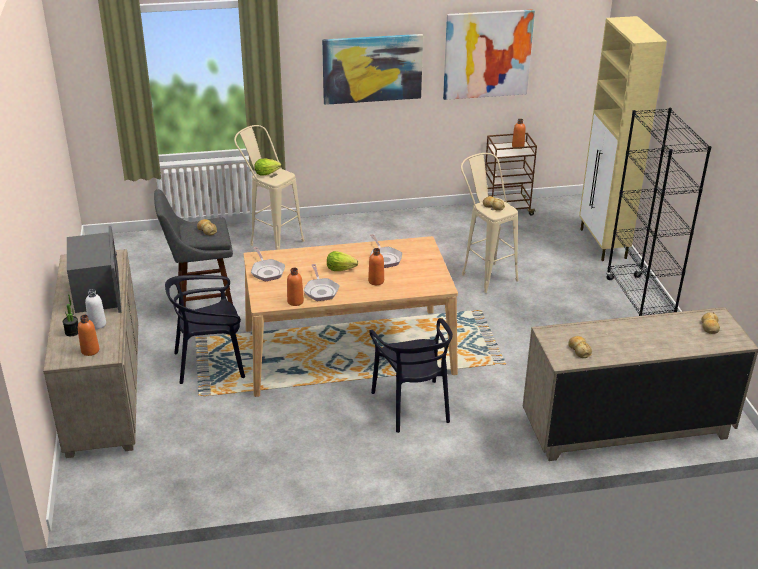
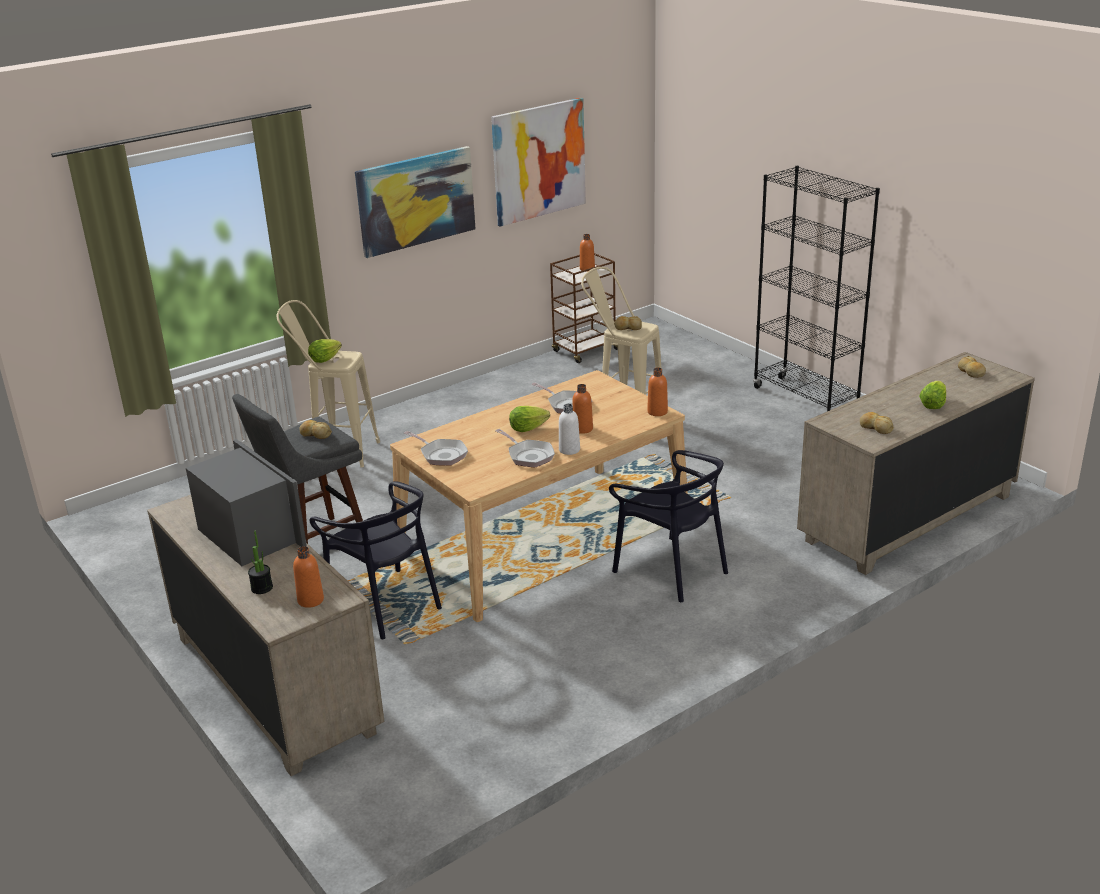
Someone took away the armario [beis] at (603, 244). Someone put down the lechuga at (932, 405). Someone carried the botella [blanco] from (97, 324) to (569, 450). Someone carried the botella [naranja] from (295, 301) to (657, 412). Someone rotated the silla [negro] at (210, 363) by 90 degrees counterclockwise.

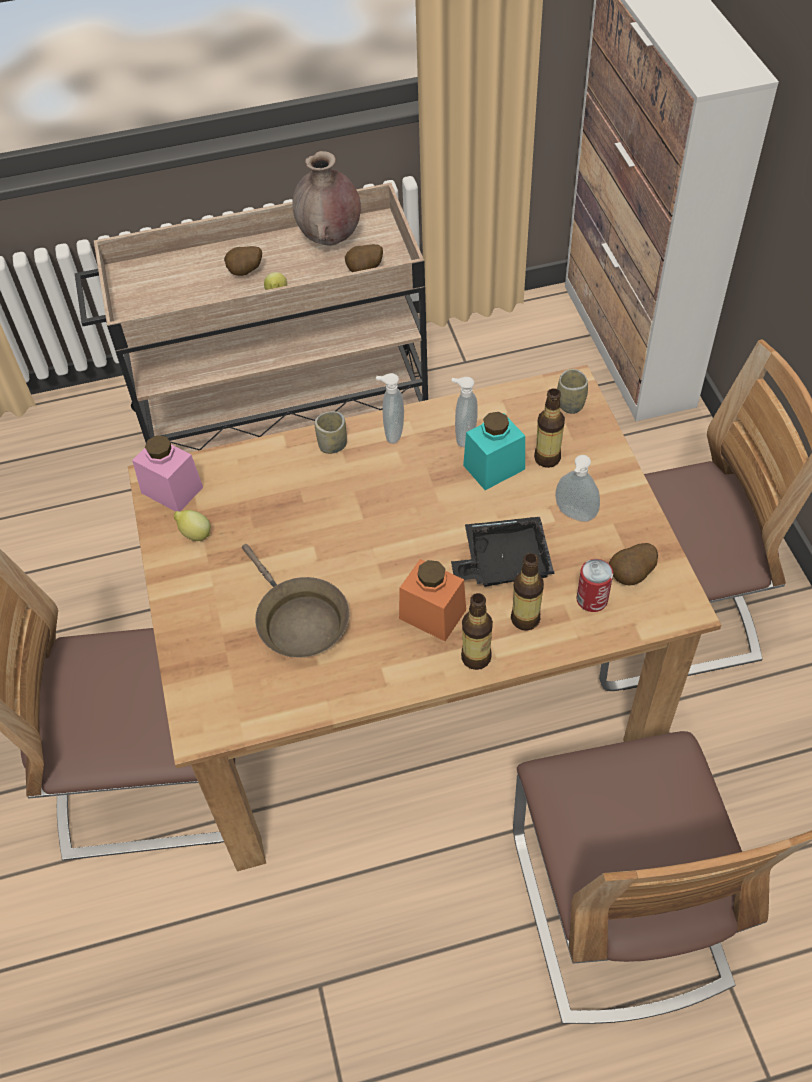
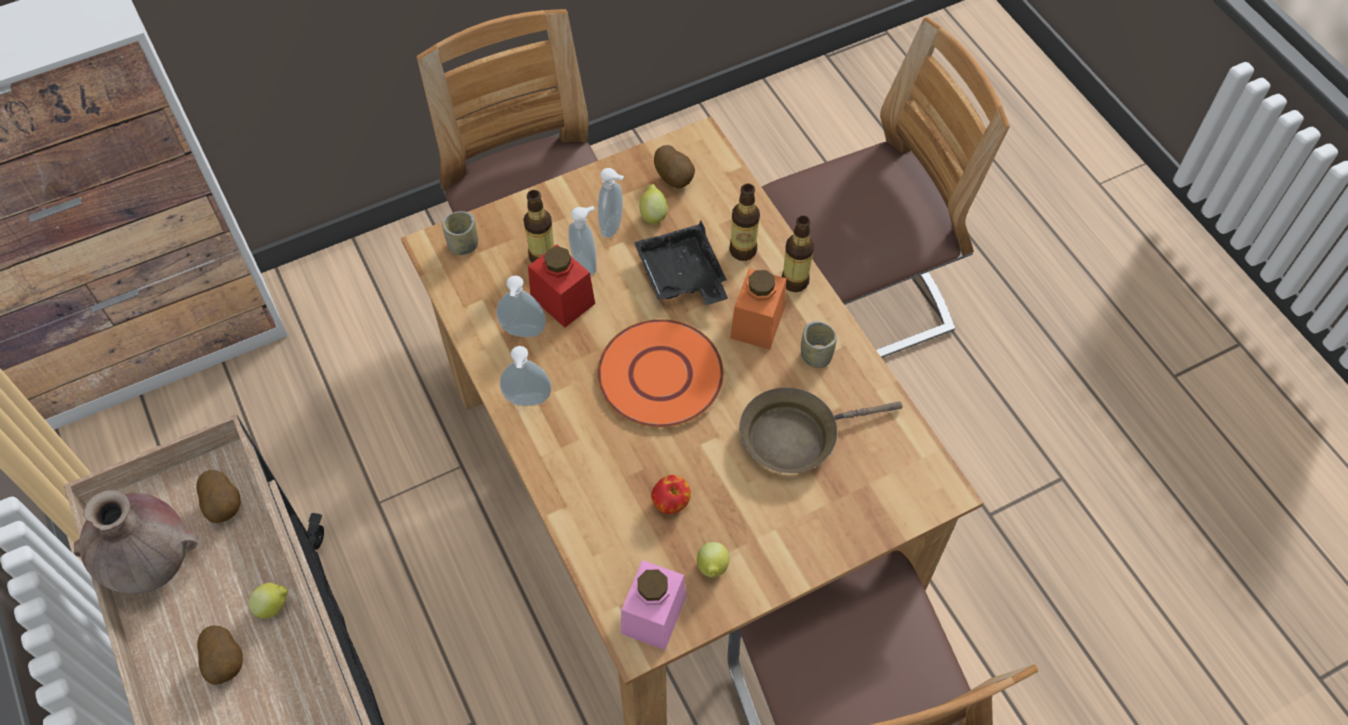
Someone took away the lata at (592, 599). Someone put down the dispensador de jabón at (586, 264). Someone put down the plato [naranja] at (659, 375). Someone put down the limón at (653, 214). Someone put down the manzana at (671, 503). Someone carried the taza from (332, 445) to (816, 356). Someone repainted the tarro [turquesa] at (494, 467), which became the tarro [rojo] at (562, 300). Someone rotated the sartén [marrón] at (298, 620) by 150 degrees counterclockwise.

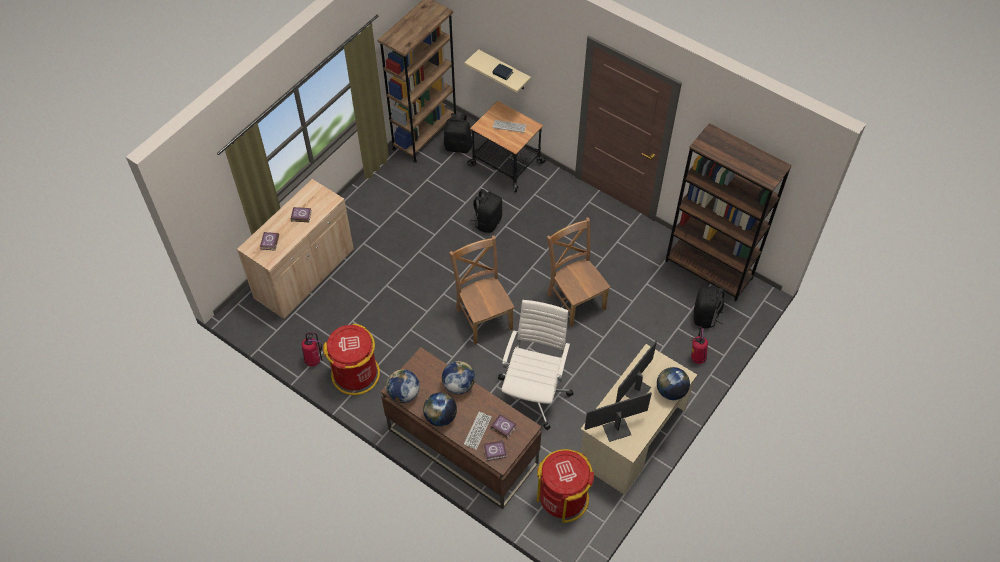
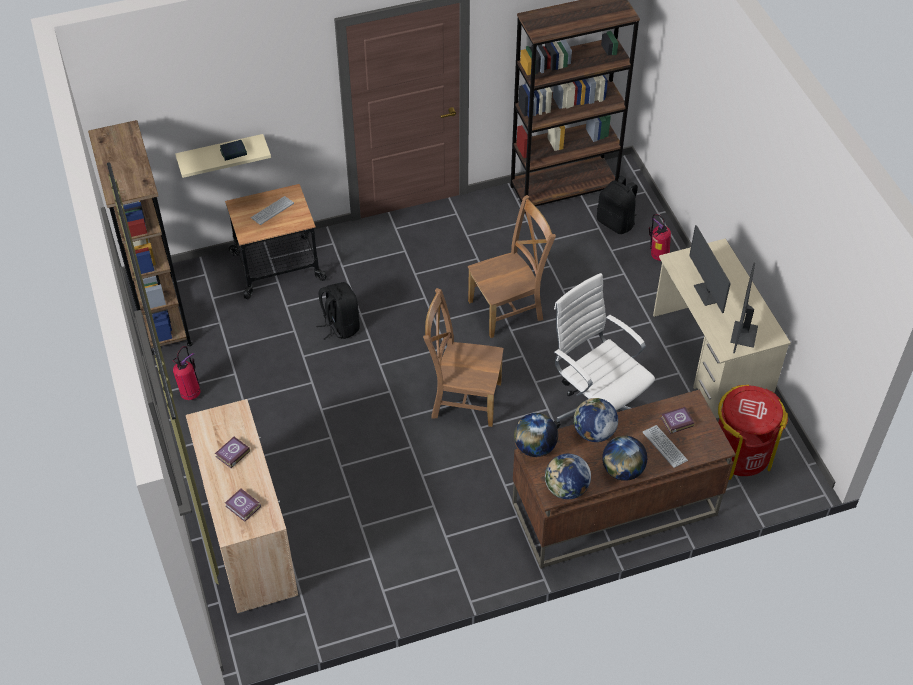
Someone took away the papelera [rojo] at (356, 374). Someone took away the mochila [negro] at (458, 146). Someone took away the libro at (495, 451). Someone carried the extintor from (314, 360) to (190, 393). Someone carried the globo terráqueo from (671, 391) to (535, 447). Someone rotated the silla [marrón] at (575, 299) by 150 degrees clockwise.

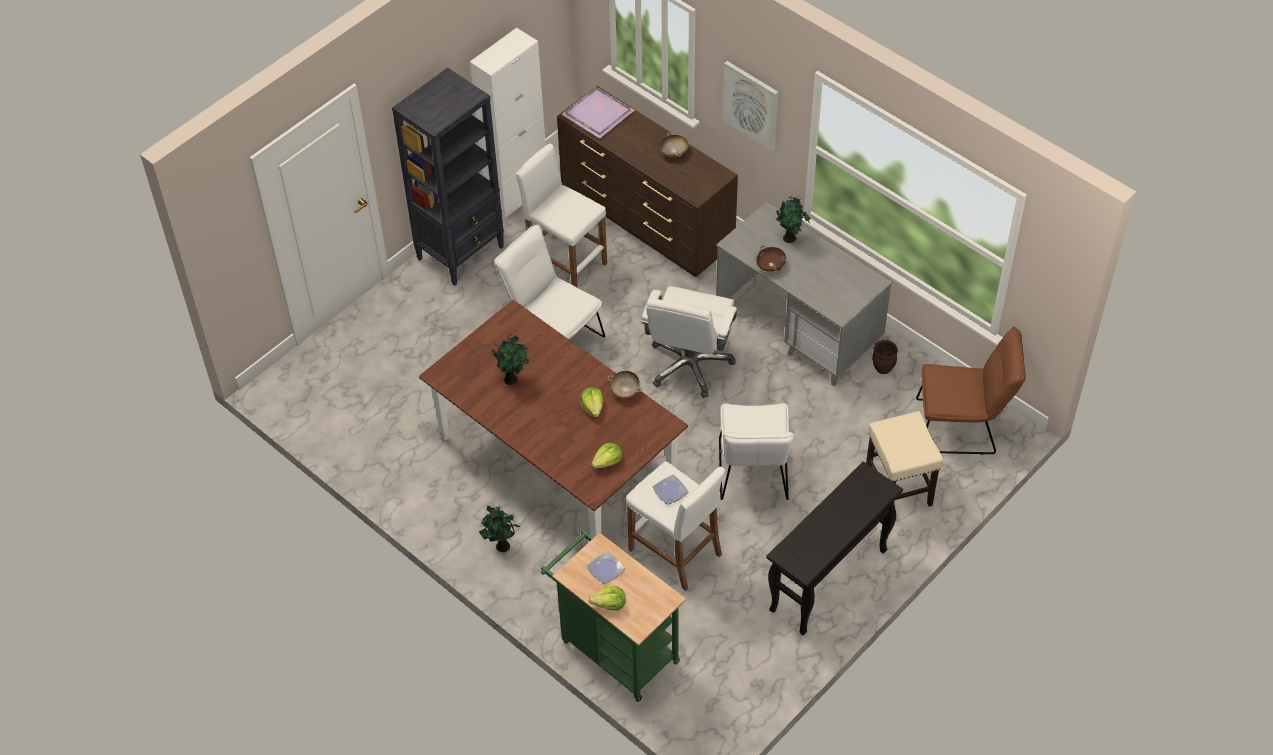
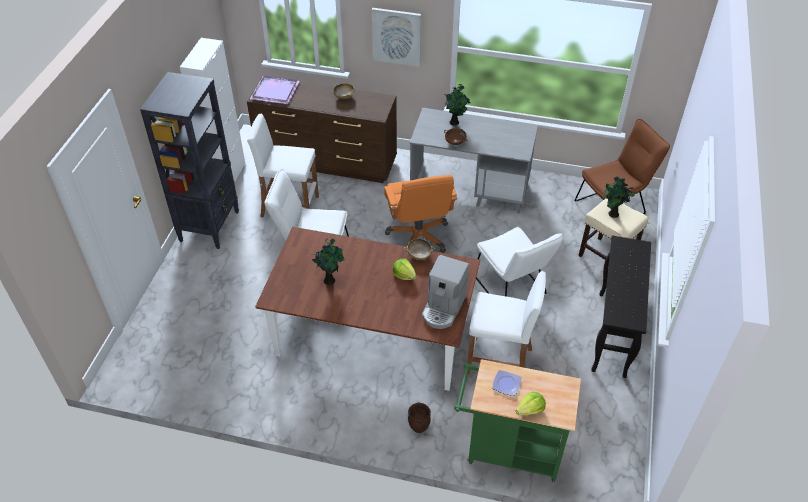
Someone took away the plato at (669, 491). Someone carried the planta en maceta from (501, 546) to (613, 214). Someone carried the maceta [marrón] from (883, 368) to (419, 427). Someone swapped the lechuga at (607, 462) for the cafetera at (443, 308). Someone repainted the silla de oficina [blanco] at (690, 365), which became the silla de oficina [naranja] at (419, 236).

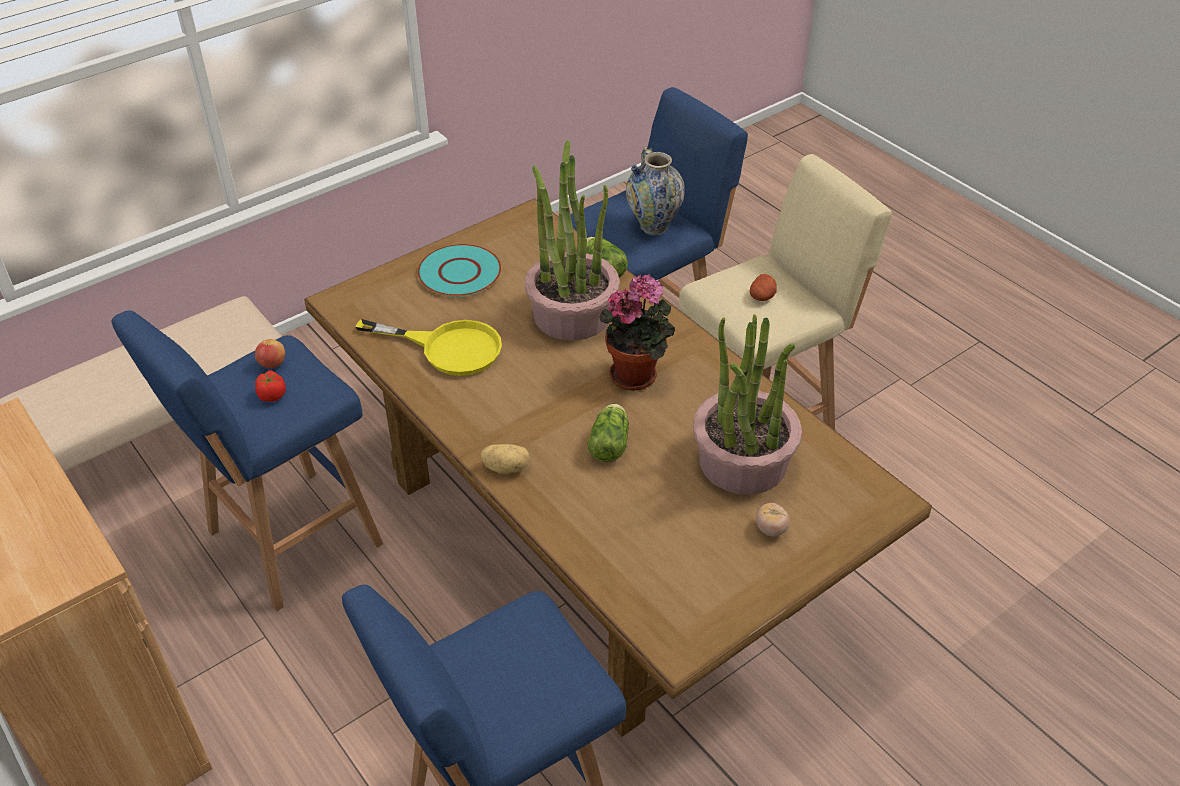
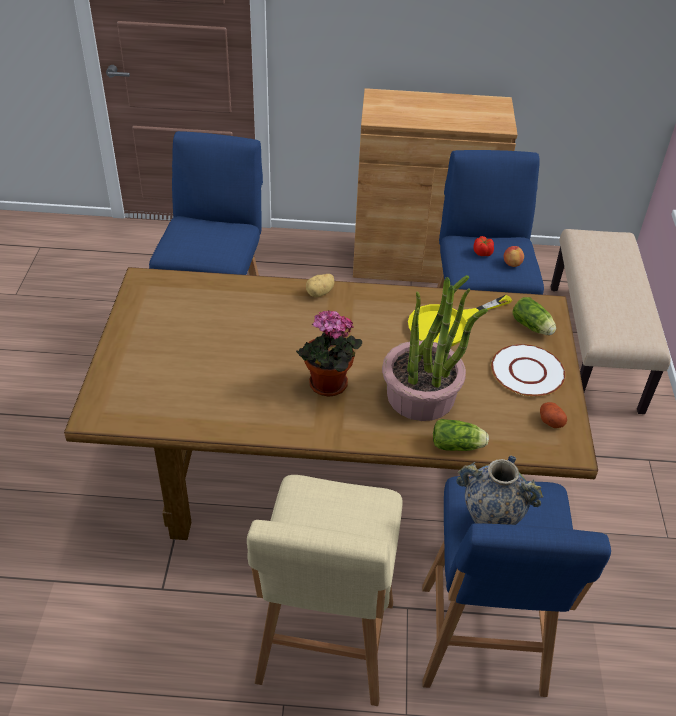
Someone took away the planta en maceta at (742, 462). Someone took away the tomate at (771, 529). Someone carried the lechuga from (610, 442) to (533, 327). Someone carried the patata from (762, 296) to (550, 421). Someone repainted the plato [turquesa] at (459, 273), which became the plato [blanco] at (527, 371).

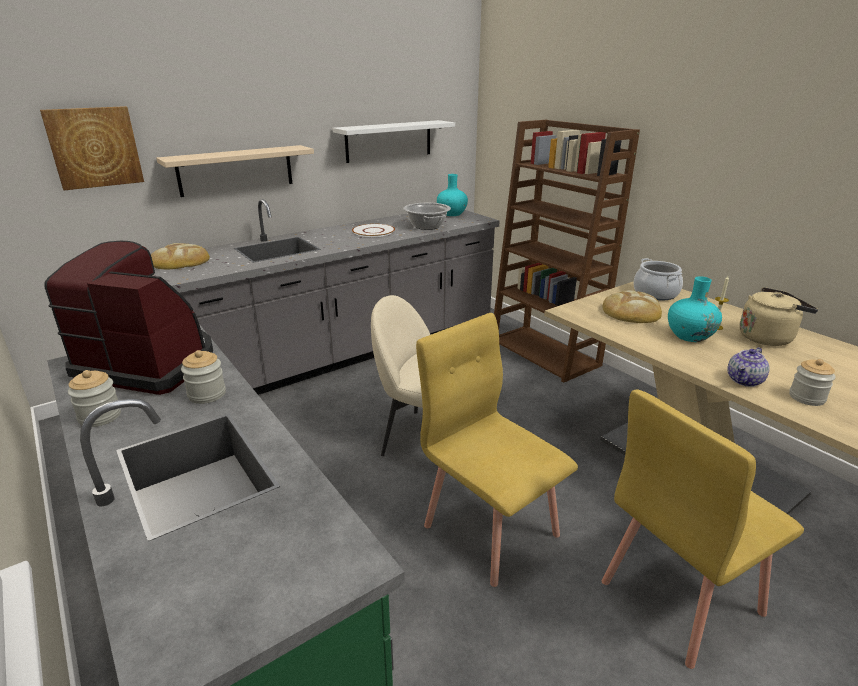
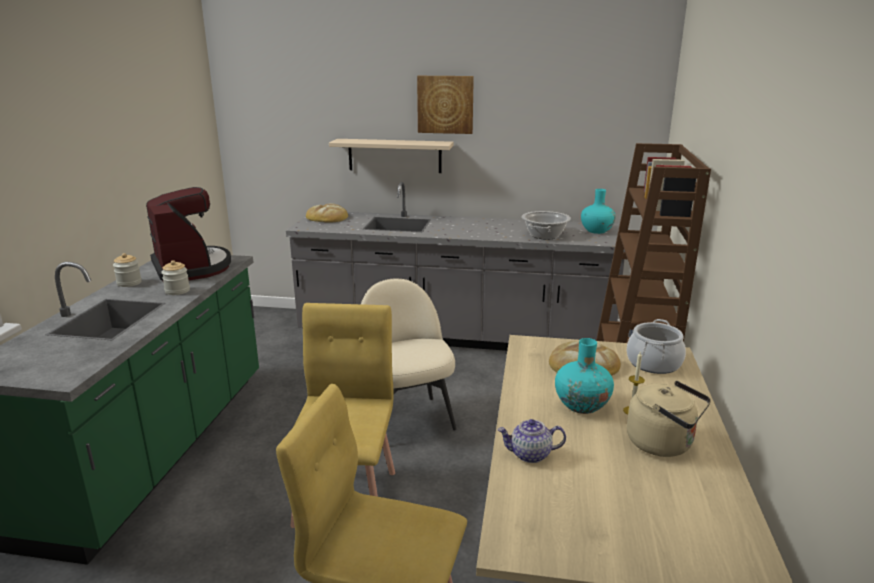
Someone took away the estante [blanco] at (389, 141). Someone took away the plato [blanco] at (373, 231). Someone took away the tarro at (806, 397). Someone carried the cuadro from (94, 147) to (445, 104).

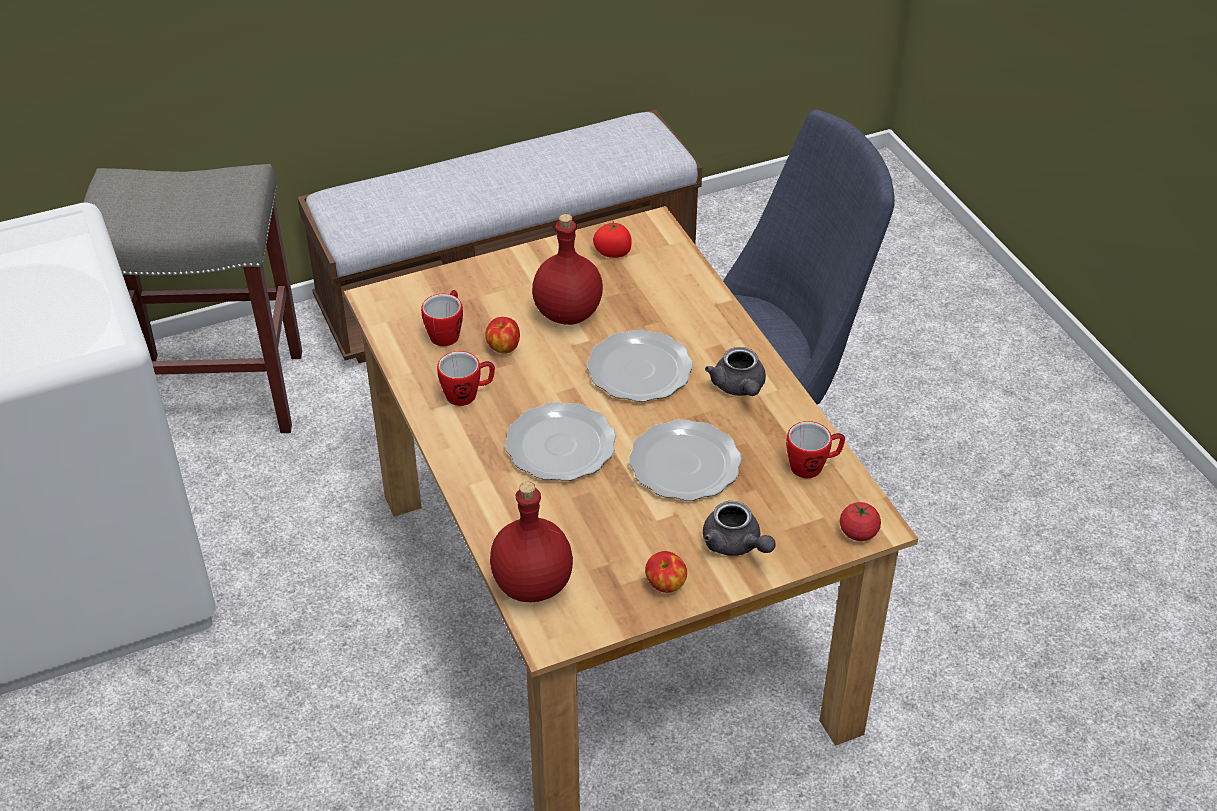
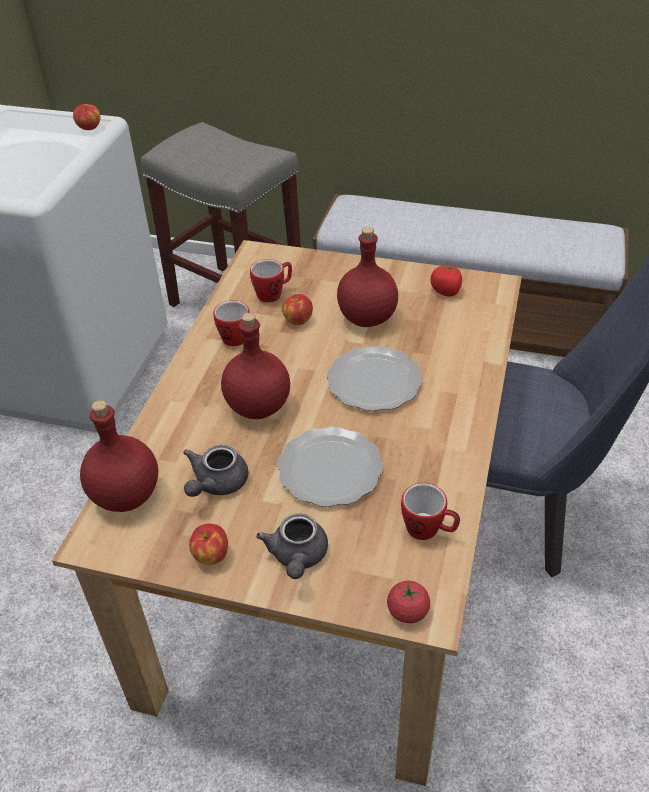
Someone put down the manzana at (89, 128). Someone carried the tetera [gris] from (739, 388) to (216, 484). Someone swapped the plato at (562, 446) for the botella [rojo] at (258, 407).

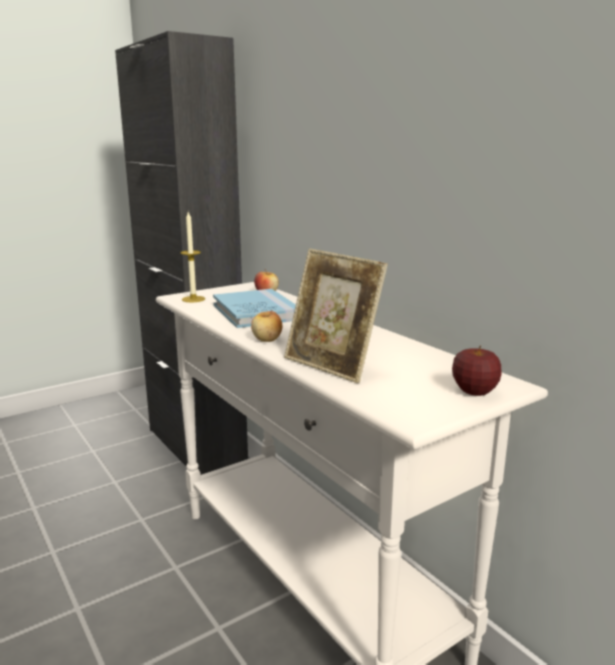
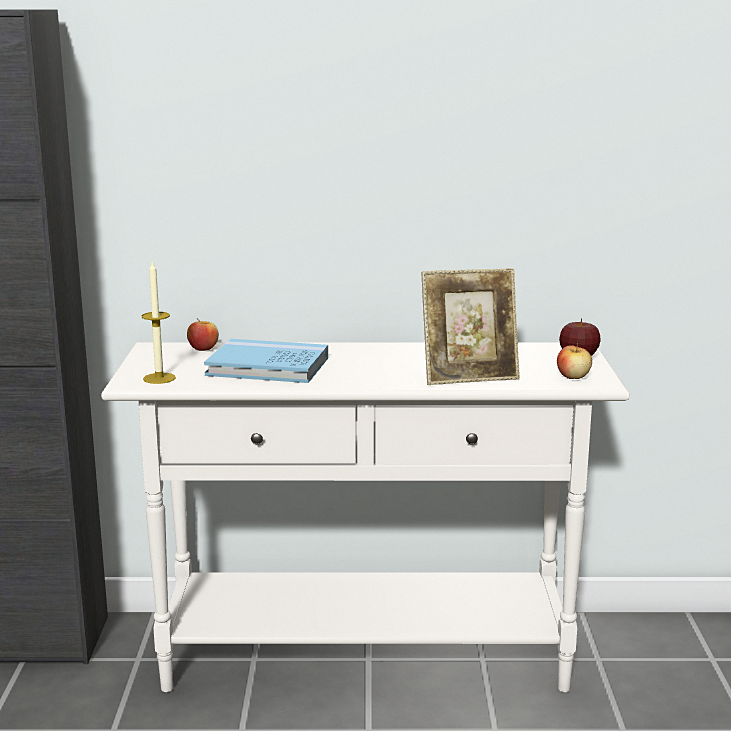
Someone carried the manzana from (267, 340) to (573, 377).

